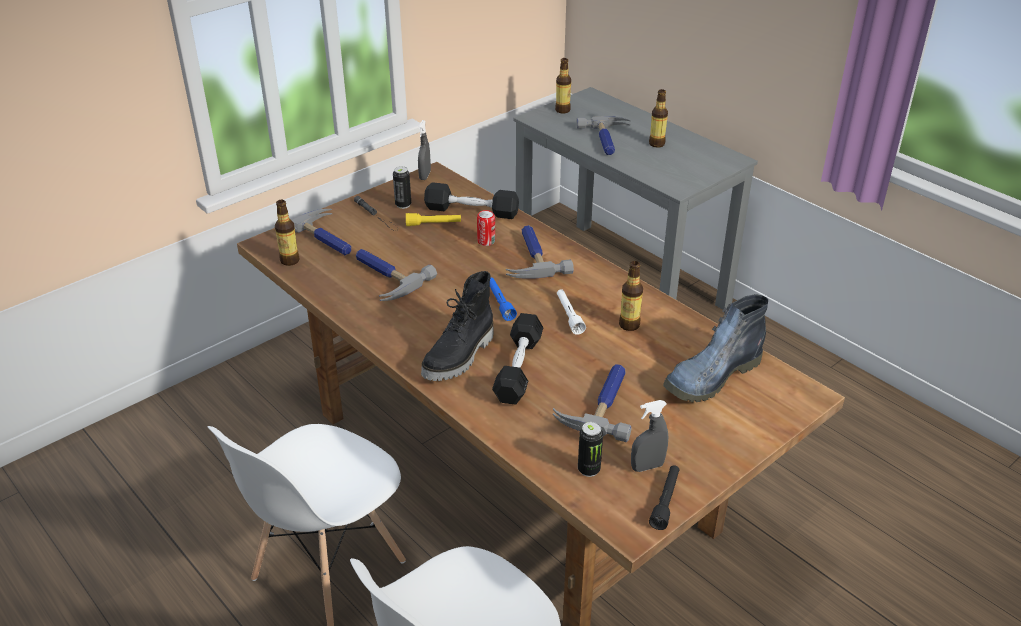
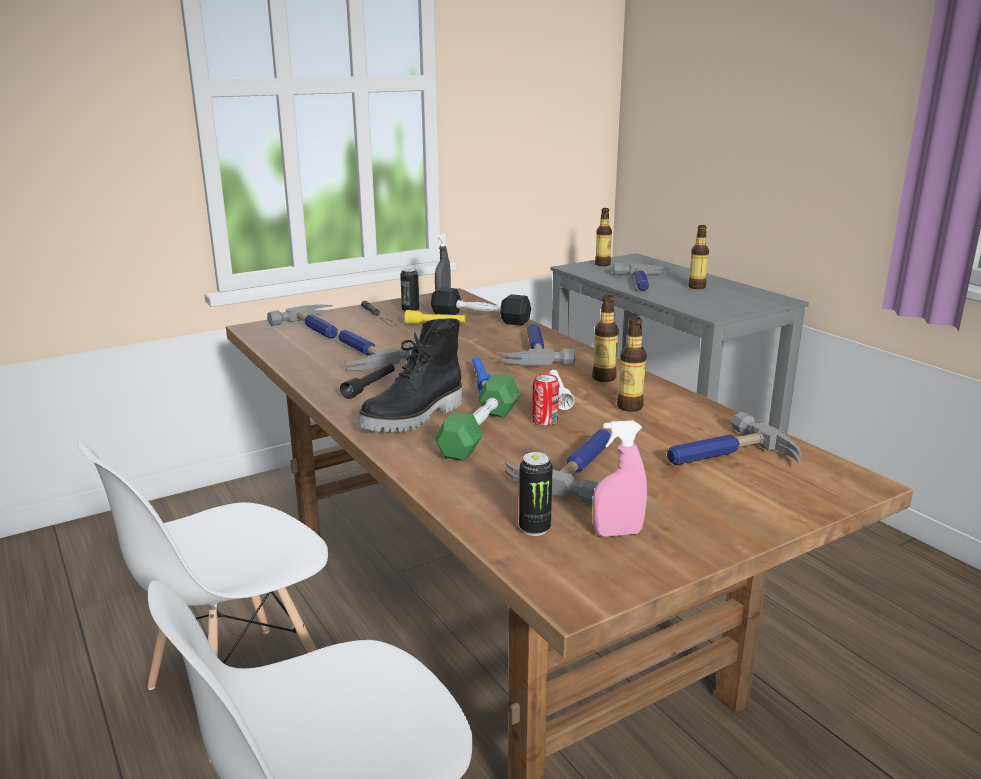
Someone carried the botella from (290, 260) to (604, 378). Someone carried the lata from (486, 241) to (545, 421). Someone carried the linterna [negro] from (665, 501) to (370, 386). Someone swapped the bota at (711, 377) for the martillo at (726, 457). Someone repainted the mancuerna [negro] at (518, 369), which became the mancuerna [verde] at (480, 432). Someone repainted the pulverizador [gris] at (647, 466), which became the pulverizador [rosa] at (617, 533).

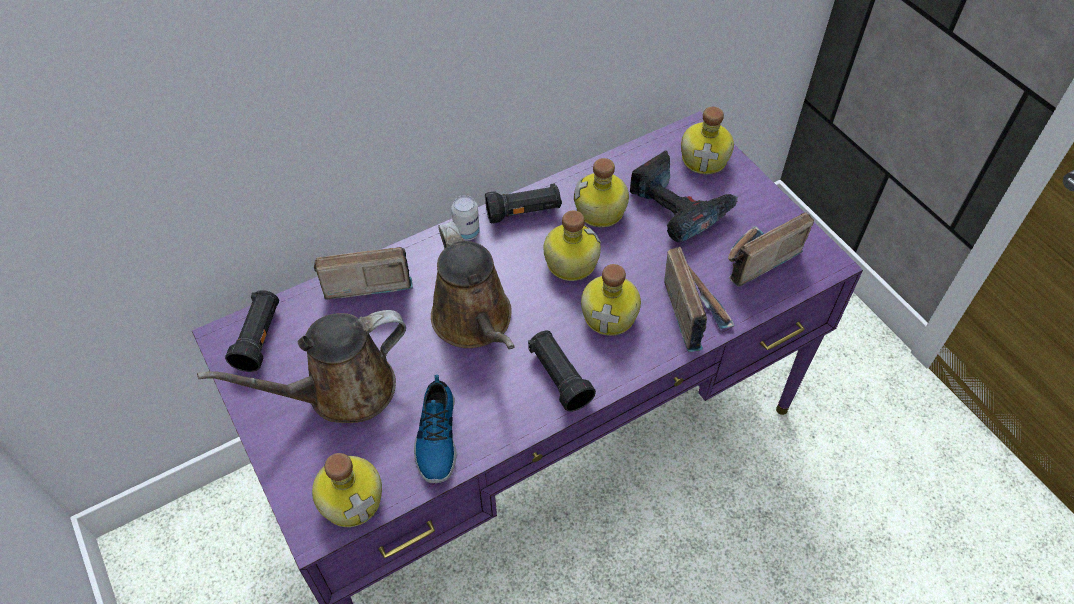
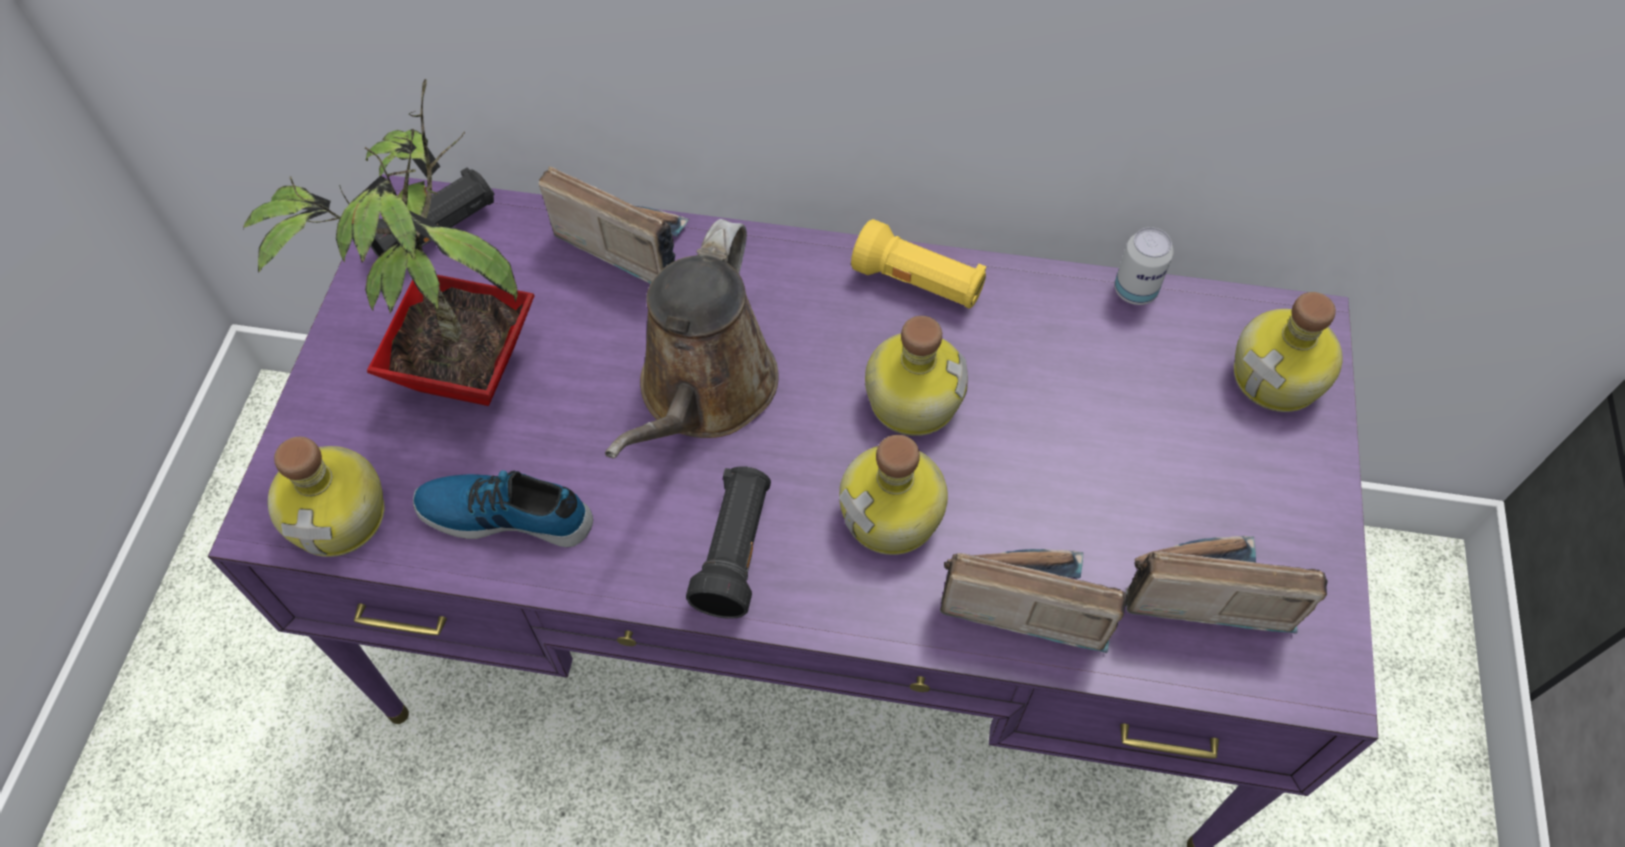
Someone took away the botella at (601, 212). Someone took away the taladro at (679, 206). Someone carried the lata from (467, 233) to (1135, 291). Someone swapped the regadera [marrón] at (342, 391) for the planta en maceta at (461, 369). Someone repainted the linterna [negro] at (524, 212), which became the linterna [amarillo] at (918, 284). Someone rotated the zapato at (436, 437) by 60 degrees clockwise. Someone rotated the radio at (693, 311) by 105 degrees counterclockwise.

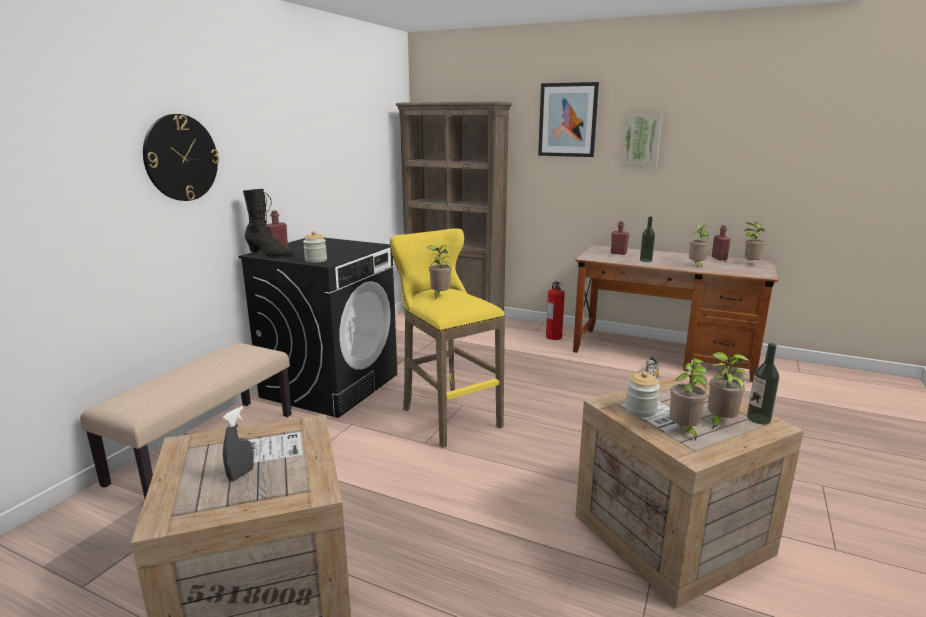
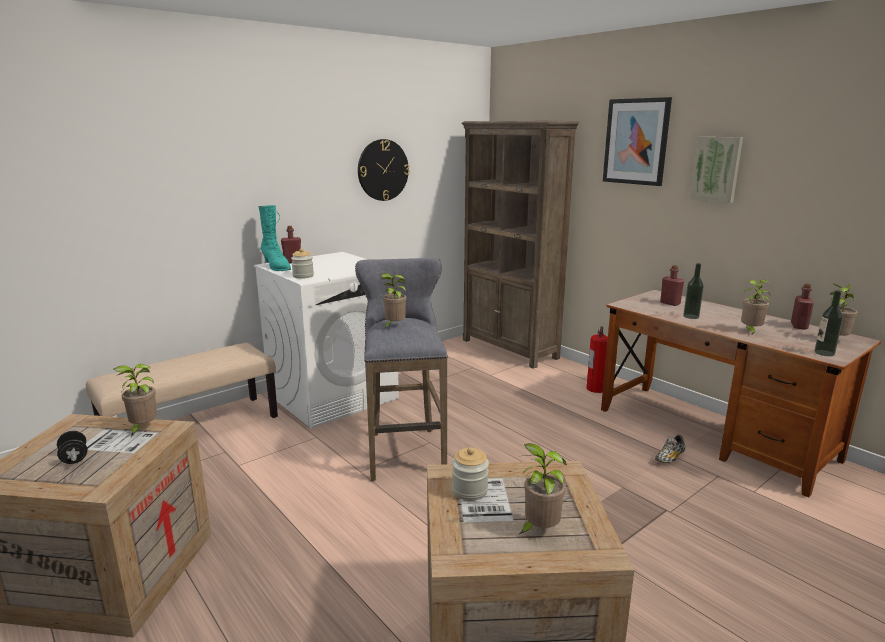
Someone carried the reloj de pared from (181, 158) to (383, 170). Someone carried the planta en maceta from (684, 431) to (143, 429). Someone carried the botella from (758, 419) to (824, 353). Someone swapped the pulverizador [gris] at (241, 474) for the mancuerna [negro] at (74, 458). Someone repainted the lavadora [negro] at (331, 385), which became the lavadora [blanco] at (333, 396). Someone repainted the bota [negro] at (269, 255), which became the bota [turquesa] at (276, 267). Someone repainted the taburete [amarillo] at (447, 416), which became the taburete [gris] at (404, 450).

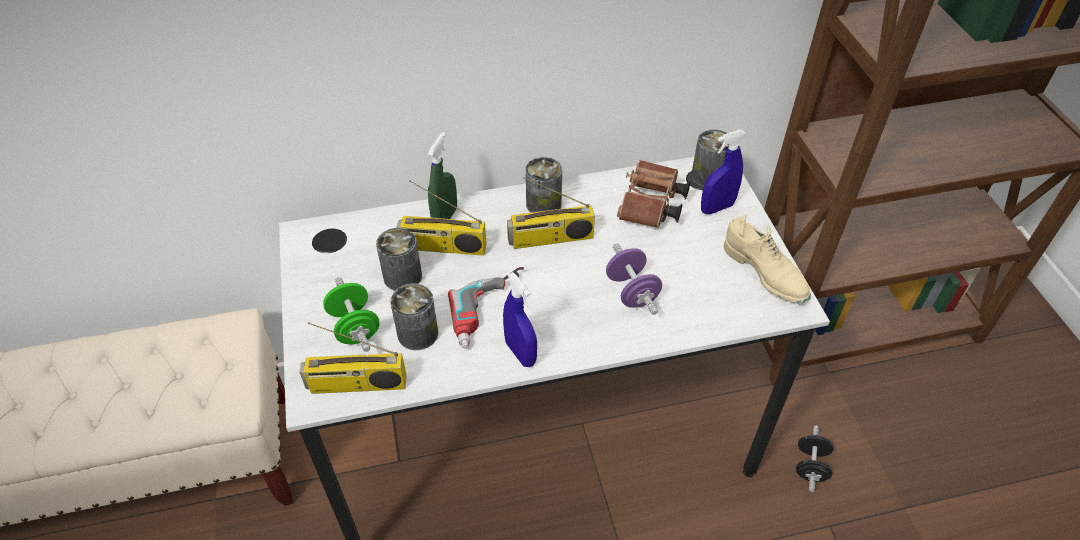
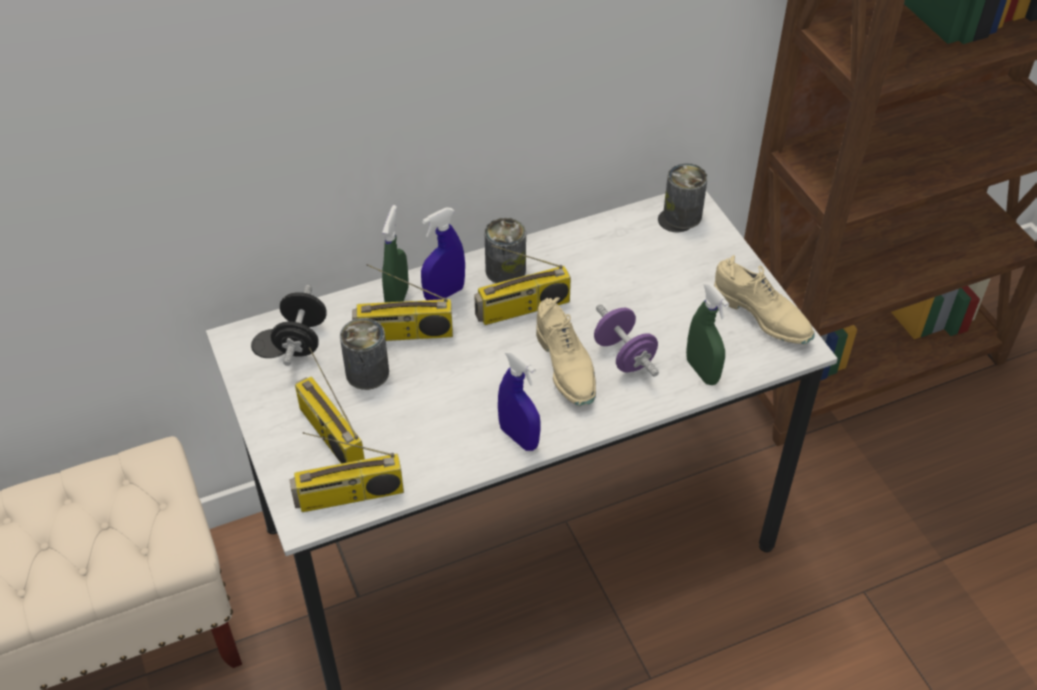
Someone took away the lata at (418, 333). Someone took away the taladro at (492, 311). Someone took away the prismáticos [marrón] at (651, 207). Someone put down the zapato [beis] at (566, 367). Someone put down the pulverizador [verde] at (702, 371). Someone carried the pulverizador [azul] from (717, 208) to (444, 294). Someone carried the mancuerna [negro] from (810, 466) to (302, 340). Someone swapped the mancuerna [verde] at (355, 327) for the radio at (329, 435).

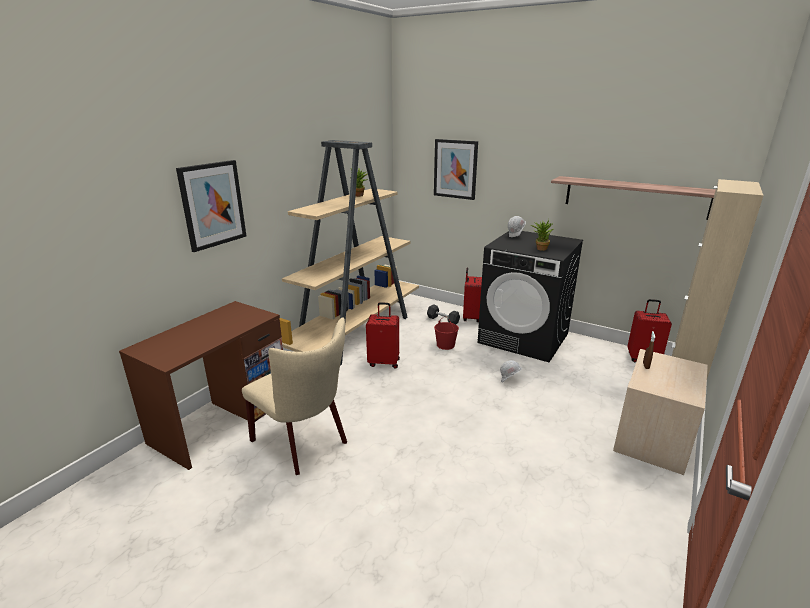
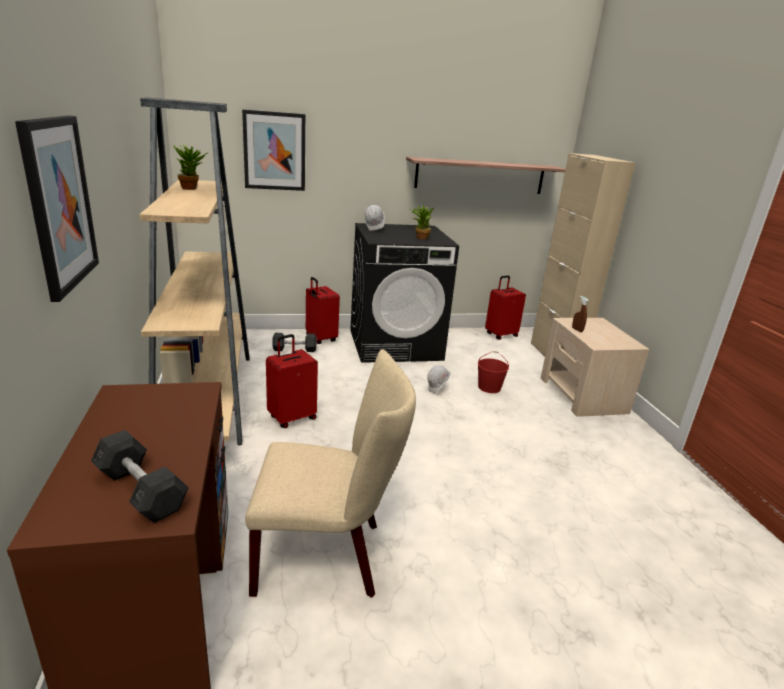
Someone put down the mancuerna [gris] at (141, 490). Someone carried the cubo [rojo] from (446, 345) to (489, 387).

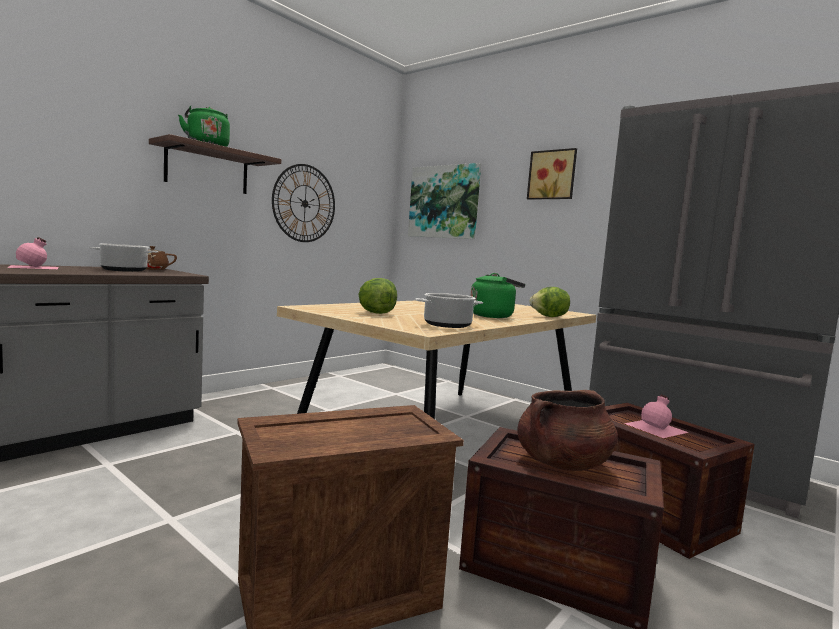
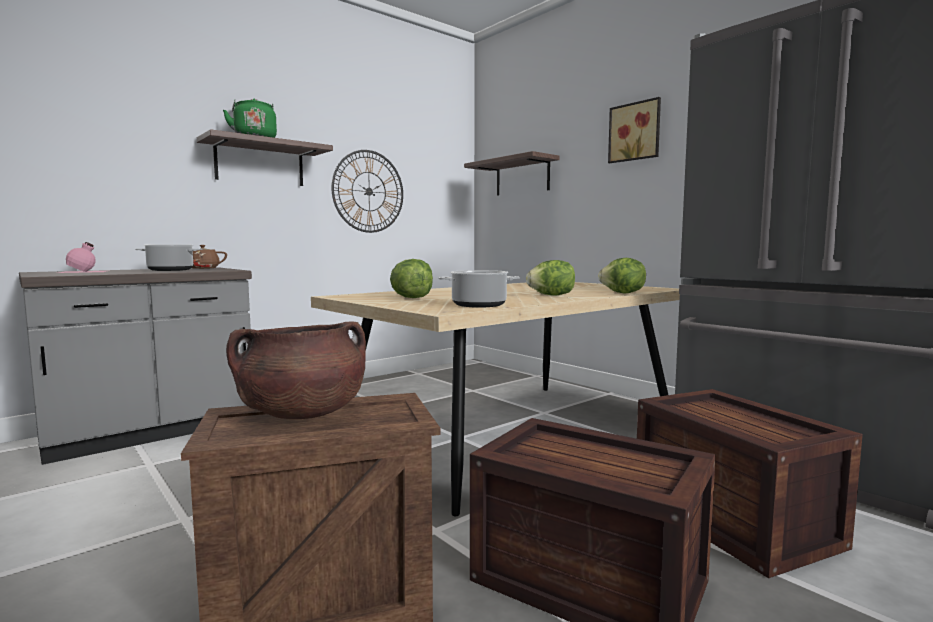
Someone took away the botella [rosa] at (657, 428). Someone carried the olla [marrón] from (562, 464) to (303, 414). Someone swapped the cuadro at (444, 202) for the estante at (522, 177). Someone swapped the hervidor [verde] at (493, 316) for the lechuga at (551, 295).

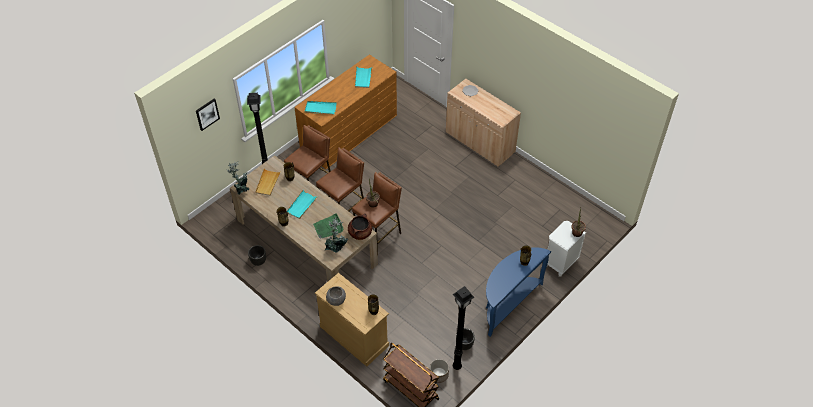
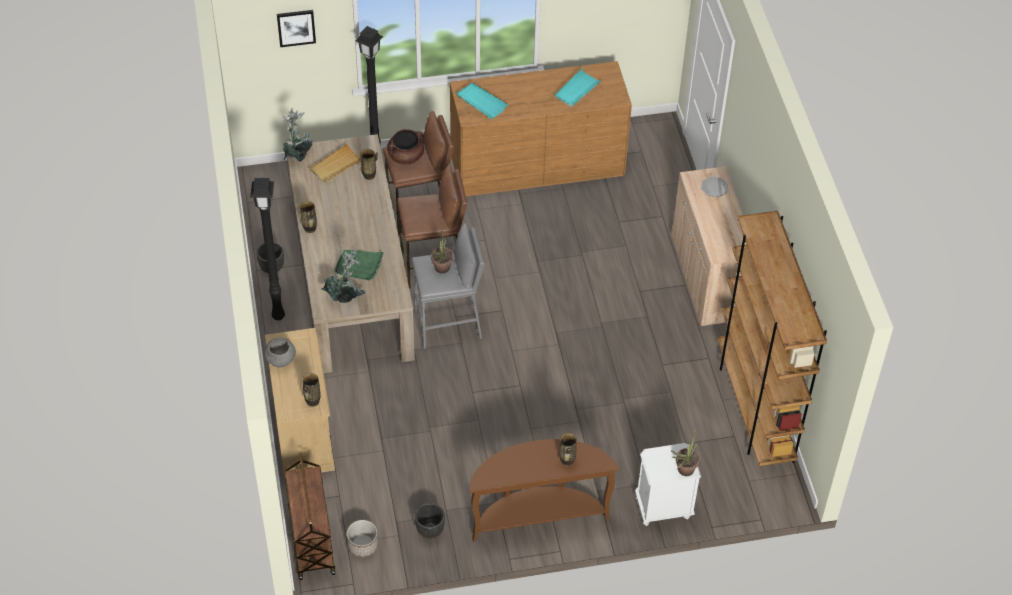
Someone took away the bandeja [turquesa] at (301, 205). Someone put down the estantería [marrón] at (754, 408). Someone carried the olla [marrón] from (360, 233) to (406, 156). Someone carried the lámpara de pie [negro] from (456, 366) to (277, 315). Someone repainted the taburete [marrón] at (378, 236), which became the taburete [gris] at (448, 325). Someone repainted the mesa consola [azul] at (508, 303), which became the mesa consola [marrón] at (537, 515).

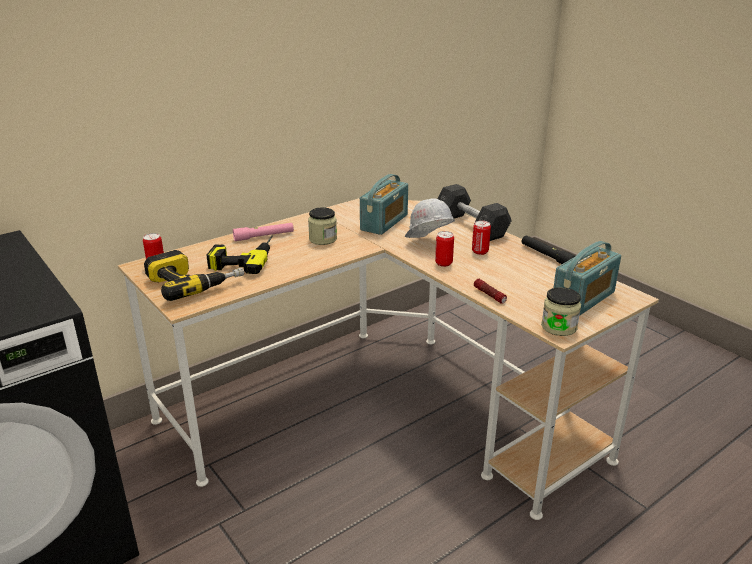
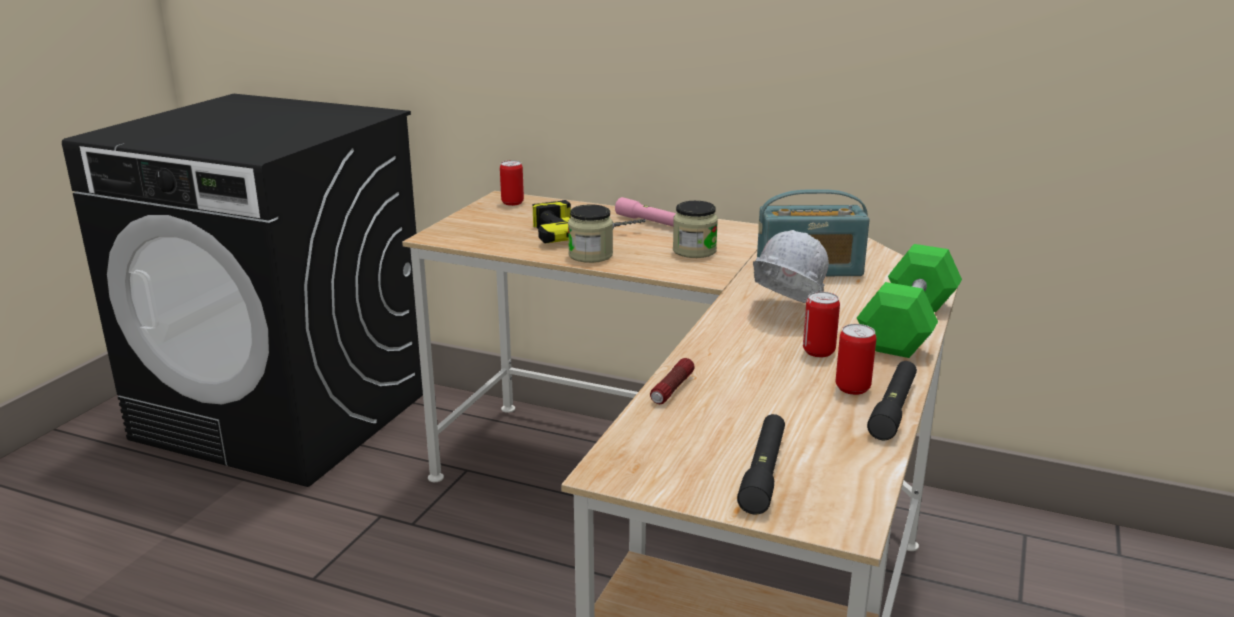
Someone took away the taladro at (194, 282). Someone carried the lata from (443, 263) to (852, 388). Someone carried the tarro from (559, 327) to (590, 255). Someone swapped the radio at (583, 299) for the linterna [negro] at (763, 472). Someone repainted the mancuerna [gris] at (471, 225), which became the mancuerna [verde] at (908, 325).

